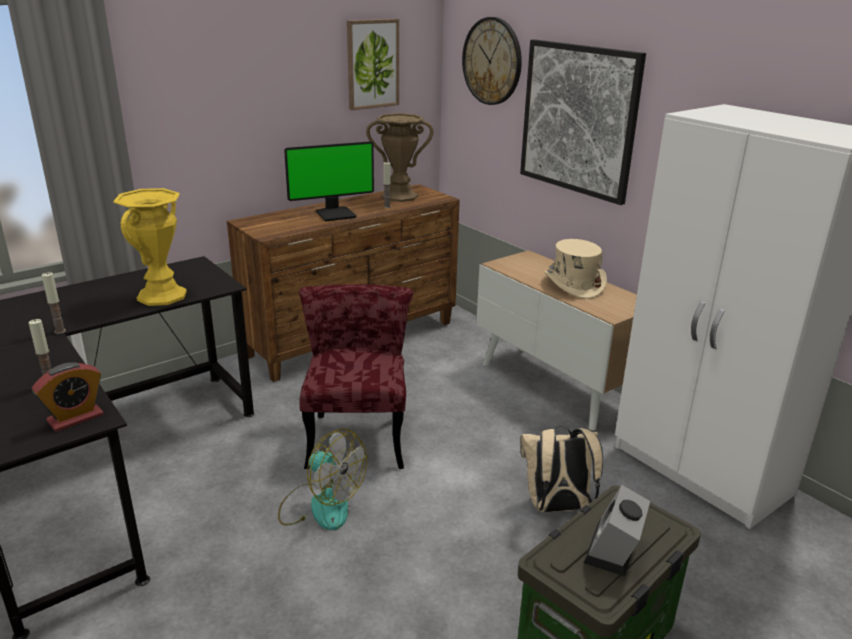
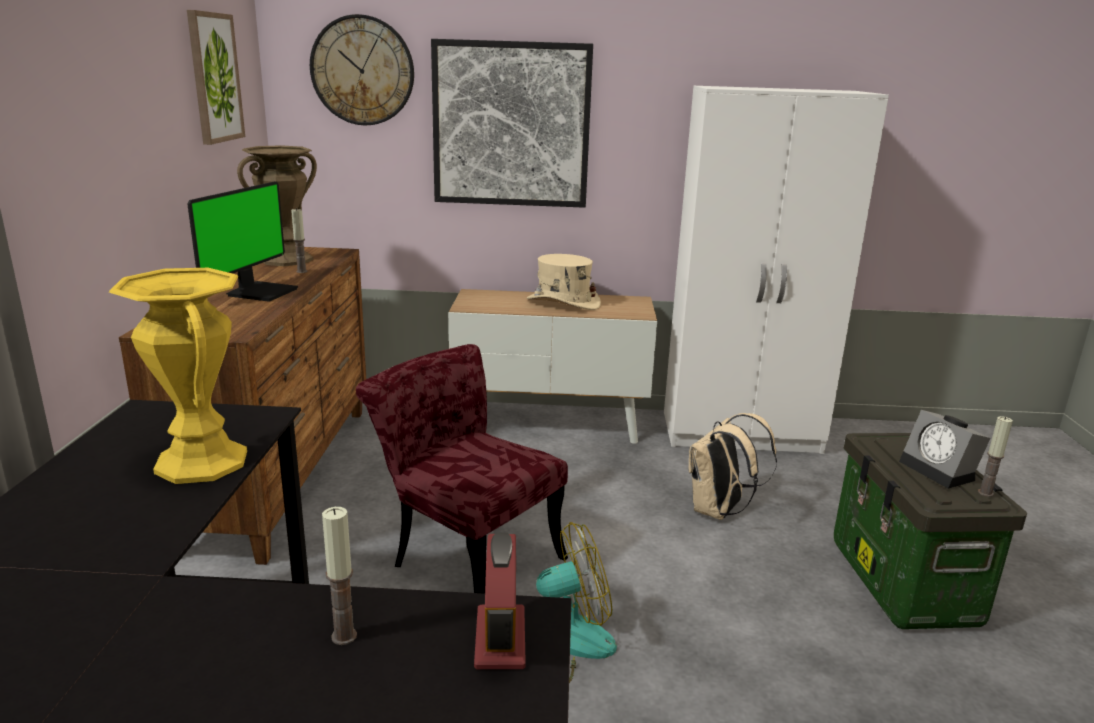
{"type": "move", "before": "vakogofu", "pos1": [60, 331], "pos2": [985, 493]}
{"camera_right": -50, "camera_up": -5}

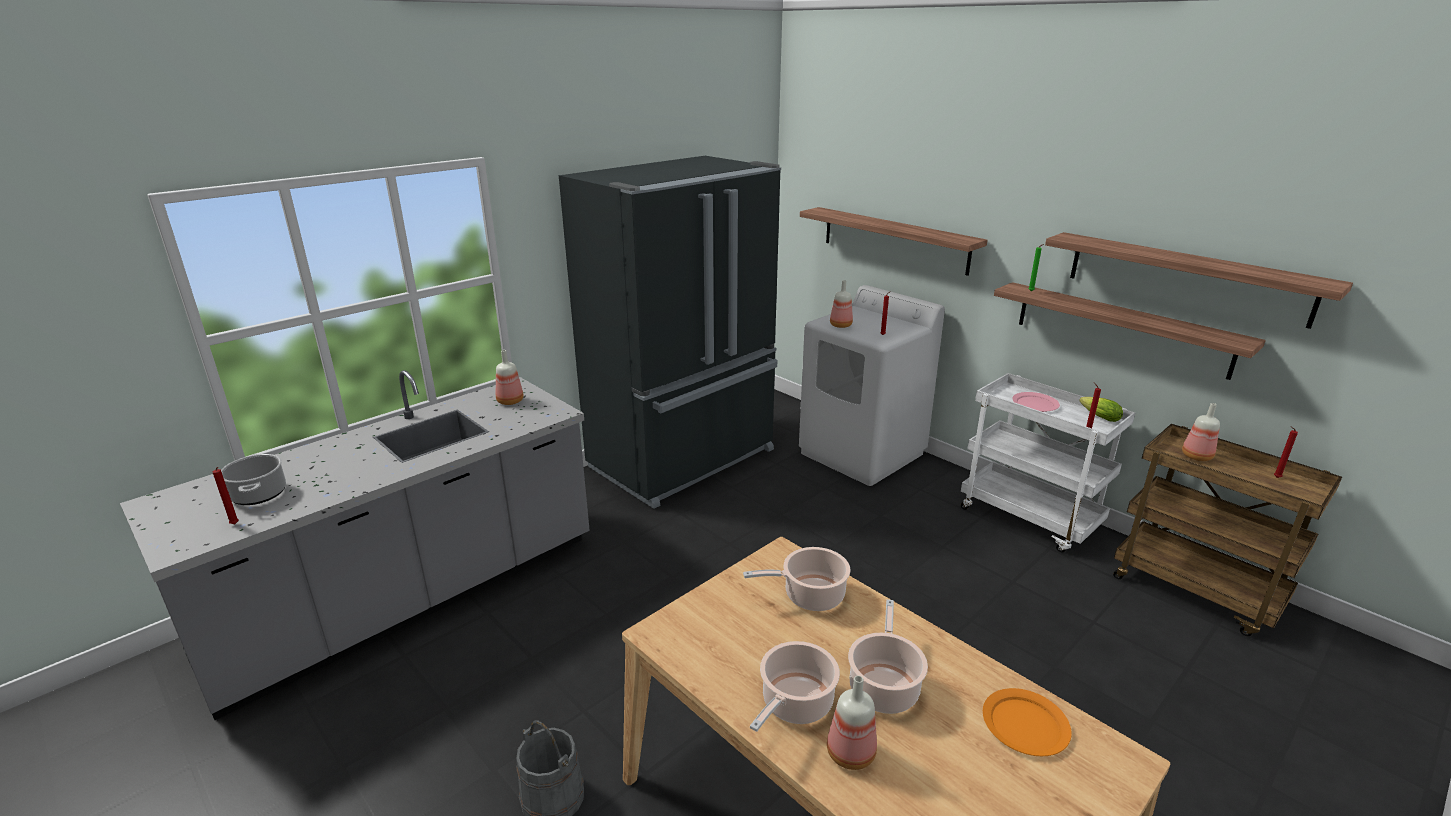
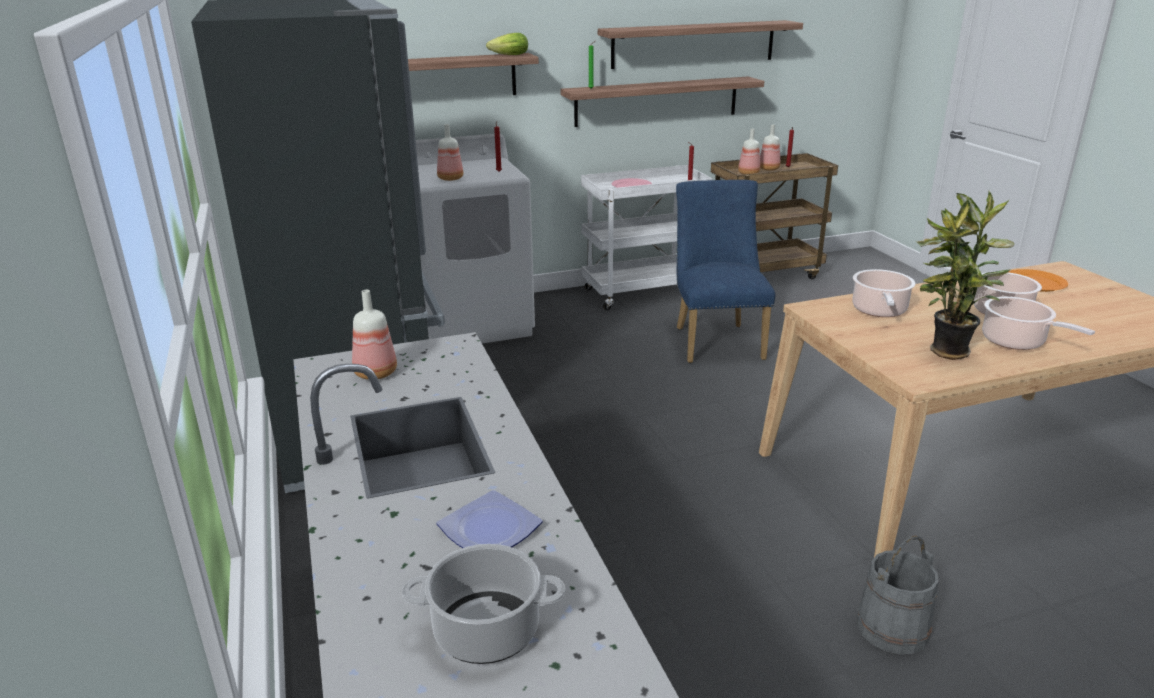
{"type": "insert", "after": "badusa", "pos2": [492, 530]}
{"type": "move", "before": "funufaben", "pos1": [1097, 416], "pos2": [507, 55]}
{"type": "insert", "after": "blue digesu", "pos2": [716, 340]}
{"type": "move", "before": "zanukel", "pos1": [851, 755], "pos2": [769, 169]}
{"type": "insert", "after": "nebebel", "pos2": [946, 353]}
{"type": "delete", "before": "red vakogofu", "pos1": [235, 525]}
{"camera_right": -65, "camera_up": 0}

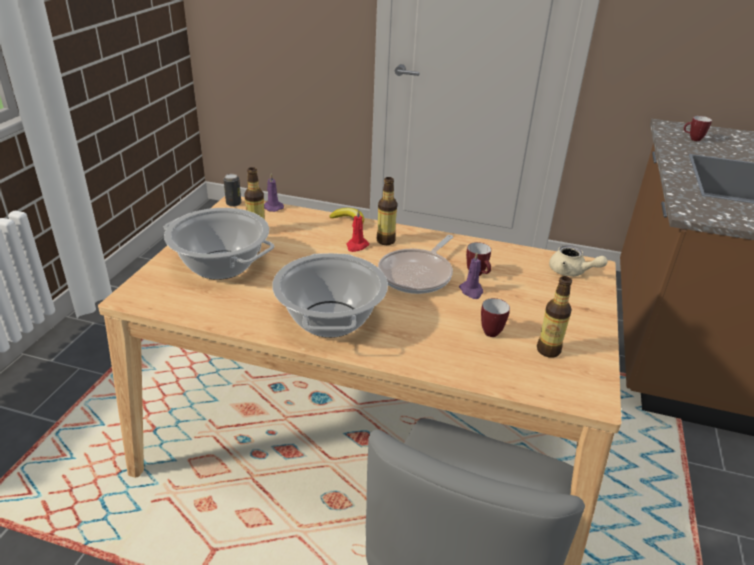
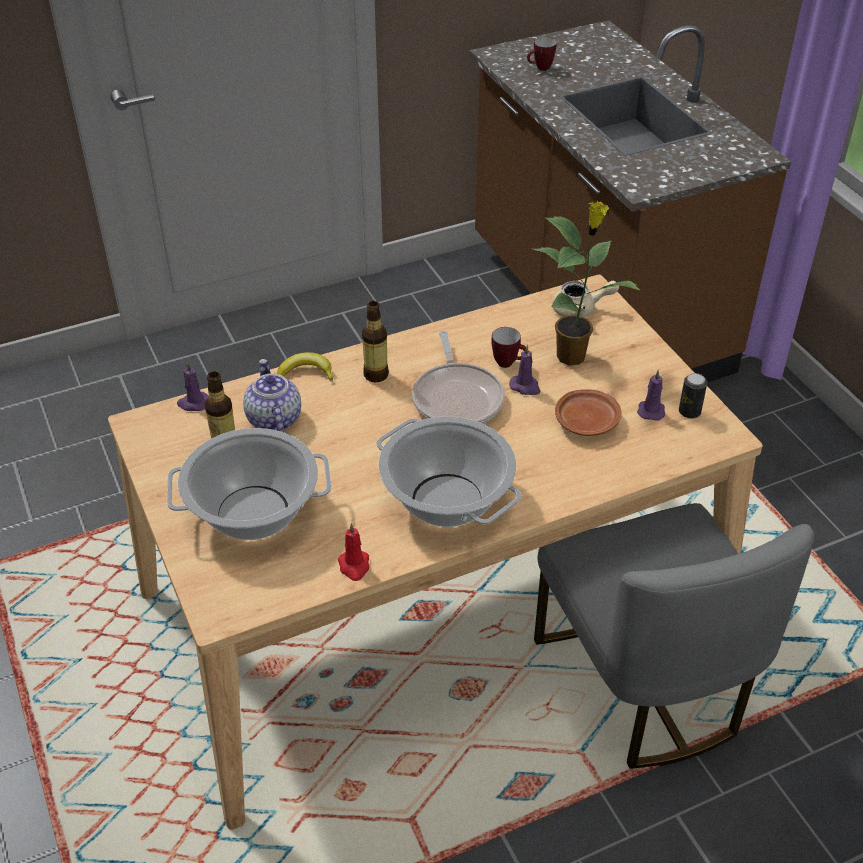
{"type": "insert", "after": "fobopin", "pos2": [273, 419]}
{"type": "move", "before": "red vakogofu", "pos1": [356, 246], "pos2": [354, 566]}
{"type": "insert", "after": "nebebel", "pos2": [573, 356]}
{"type": "replace", "before": "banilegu", "after": "brown badusa", "pos1": [488, 330], "pos2": [587, 421]}
{"type": "replace", "before": "zanukel", "after": "purple vakogofu", "pos1": [548, 350], "pos2": [651, 410]}
{"type": "move", "before": "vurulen", "pos1": [233, 203], "pos2": [689, 412]}
{"camera_right": -40, "camera_up": 10}

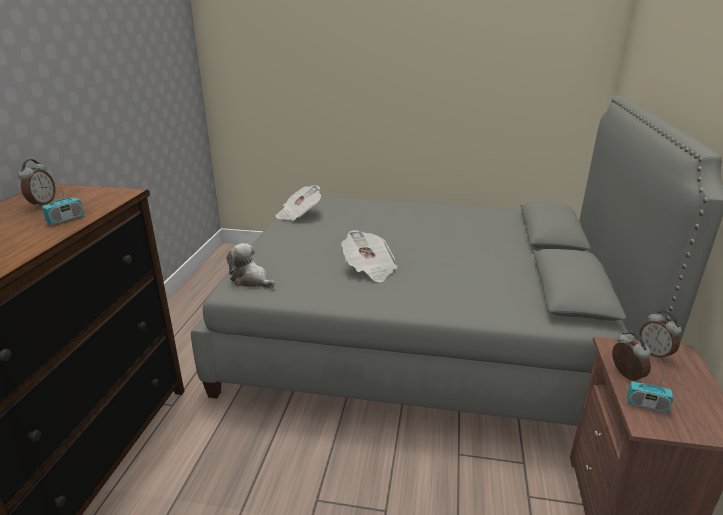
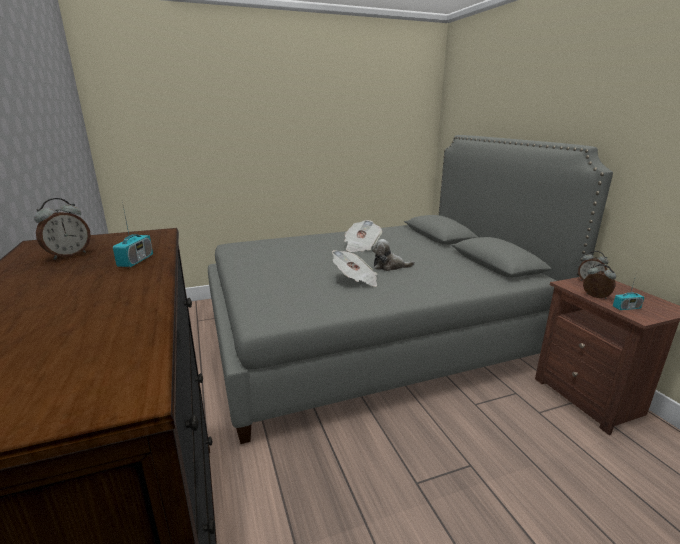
{"type": "rotate", "before": "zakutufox", "pos1": [42, 203], "pos2": [68, 255], "turn": 60}
{"type": "move", "before": "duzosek", "pos1": [299, 215], "pos2": [361, 246]}
{"type": "move", "before": "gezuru", "pos1": [251, 280], "pos2": [389, 266]}
{"camera_right": -30, "camera_up": -5}

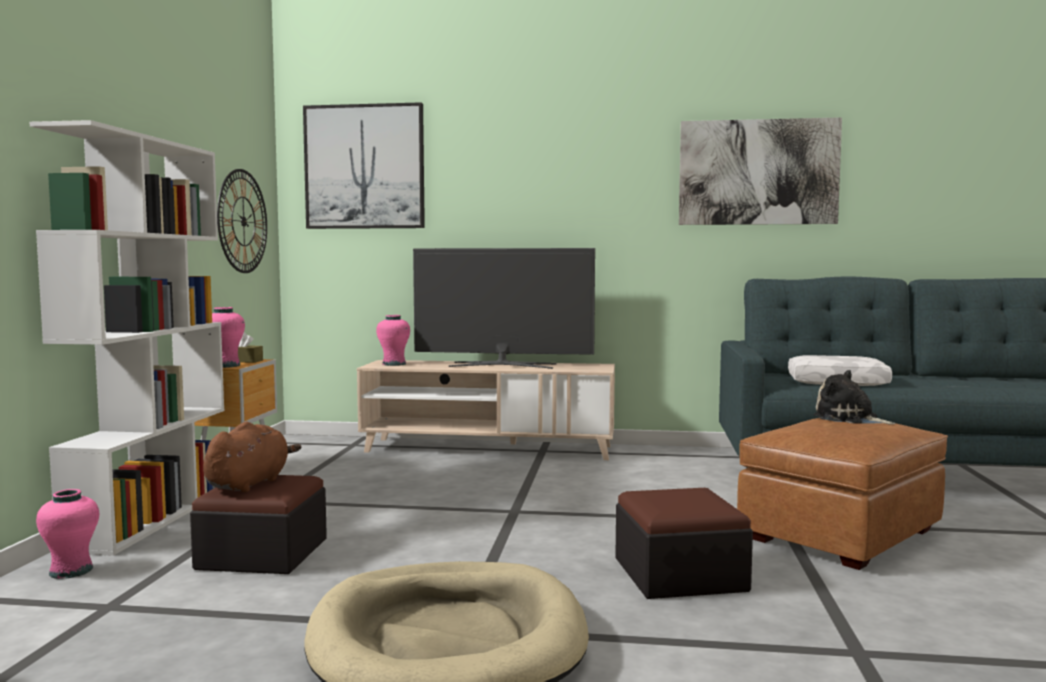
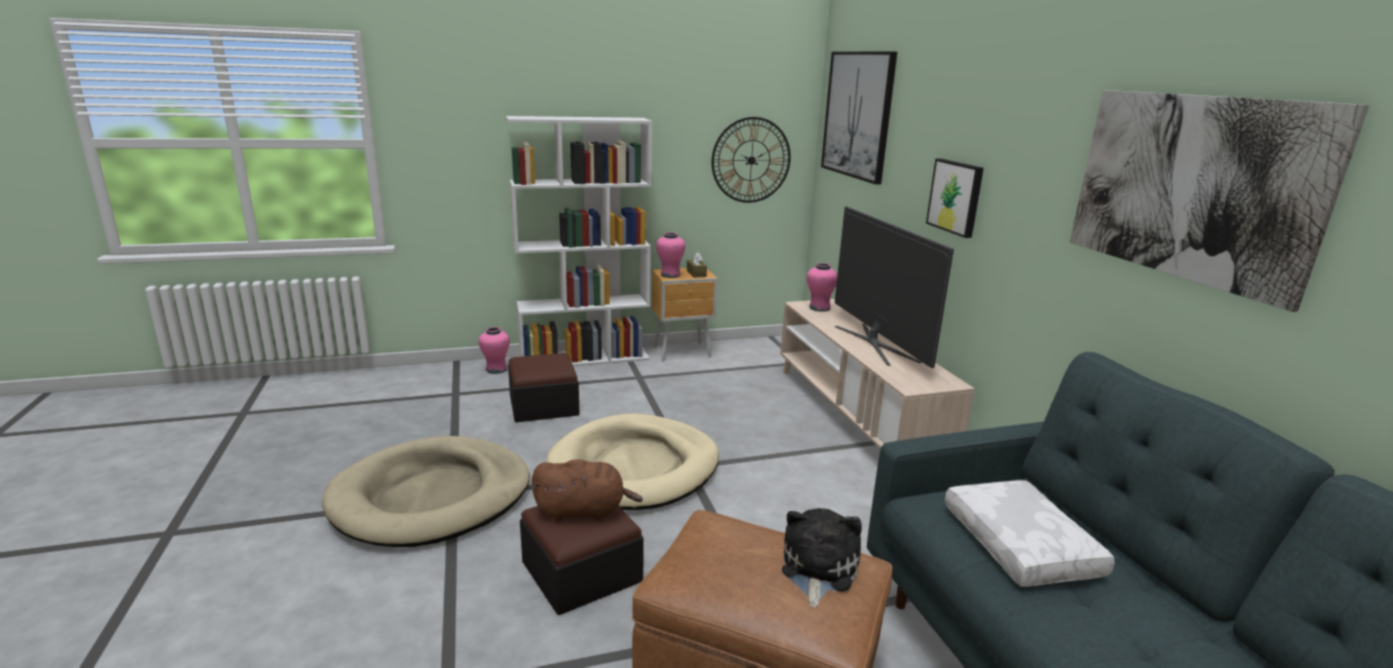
{"type": "move", "before": "brown gezuru", "pos1": [249, 483], "pos2": [584, 511]}
{"type": "insert", "after": "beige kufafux", "pos2": [634, 468]}
{"type": "insert", "after": "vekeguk", "pos2": [956, 197]}
{"camera_right": 65, "camera_up": 15}

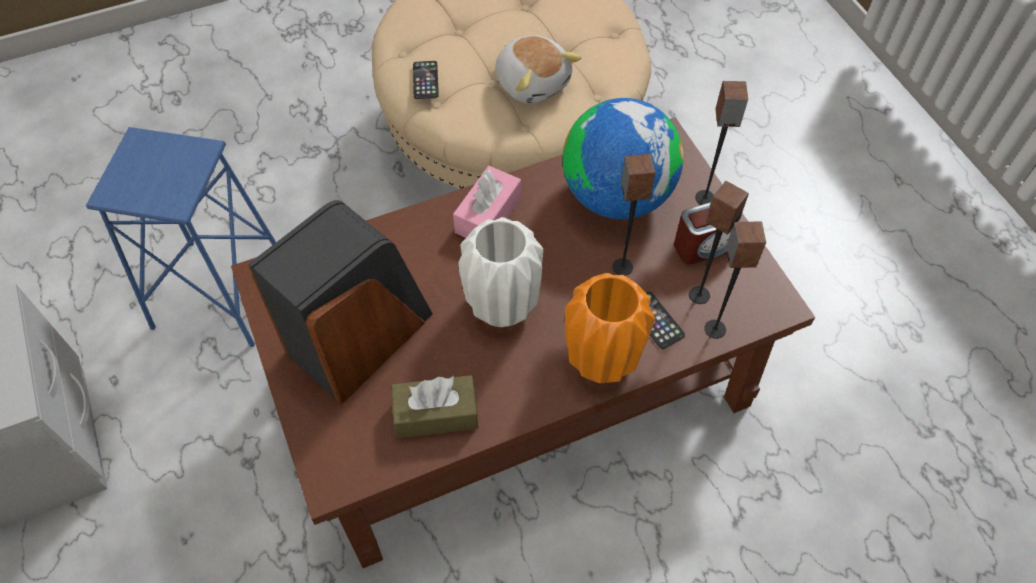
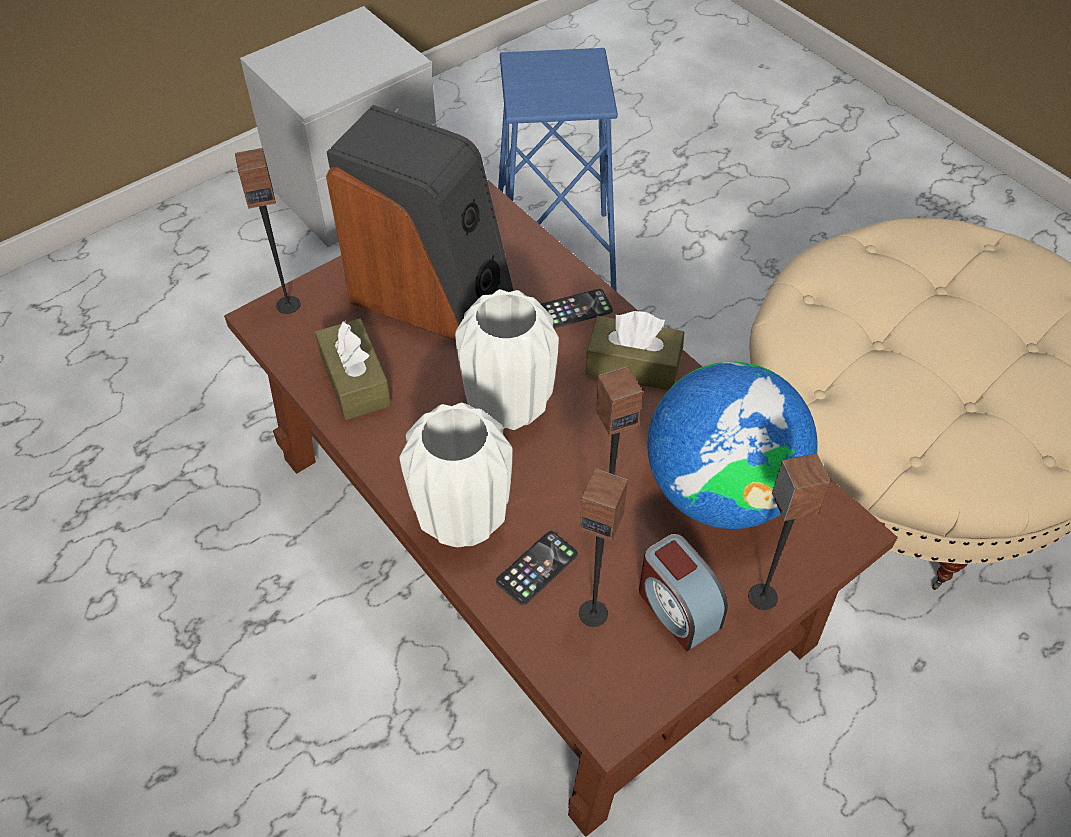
{"type": "move", "before": "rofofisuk", "pos1": [714, 329], "pos2": [288, 304]}
{"type": "recolor", "before": "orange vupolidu", "after": "white vupolidu", "pos1": [602, 359], "pos2": [463, 521]}
{"type": "move", "before": "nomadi", "pos1": [425, 80], "pos2": [575, 309]}
{"type": "recolor", "before": "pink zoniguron", "after": "brown zoniguron", "pos1": [488, 215], "pos2": [633, 365]}
{"type": "delete", "before": "gezuru", "pos1": [533, 82]}
{"camera_right": 75, "camera_up": -5}

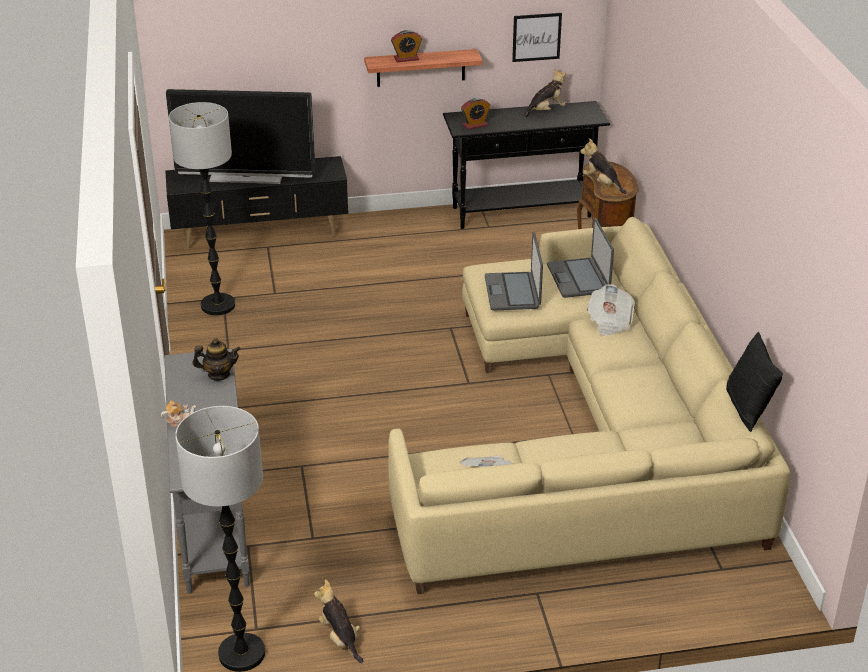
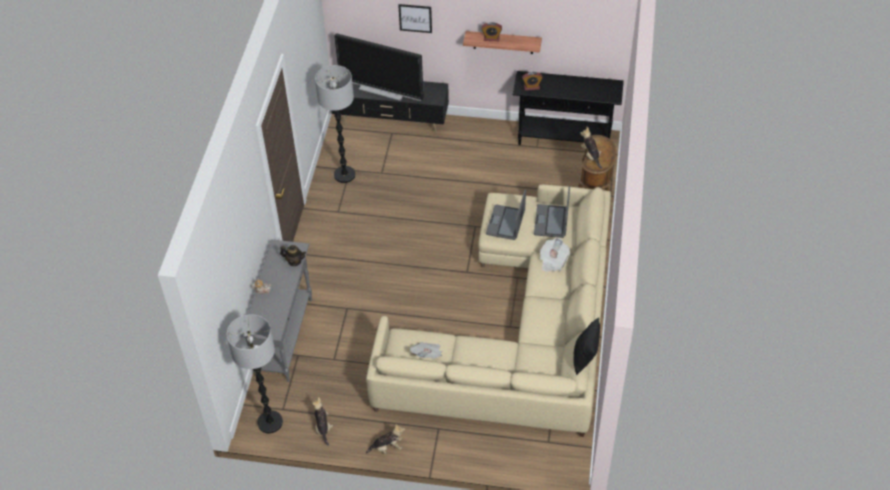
{"type": "move", "before": "gezuru", "pos1": [546, 111], "pos2": [387, 447]}
{"type": "move", "before": "vekeguk", "pos1": [536, 37], "pos2": [415, 18]}
{"camera_right": 20, "camera_up": 15}

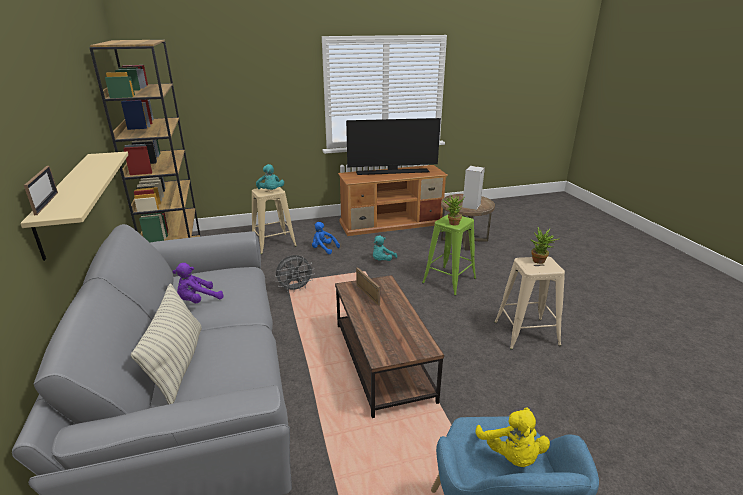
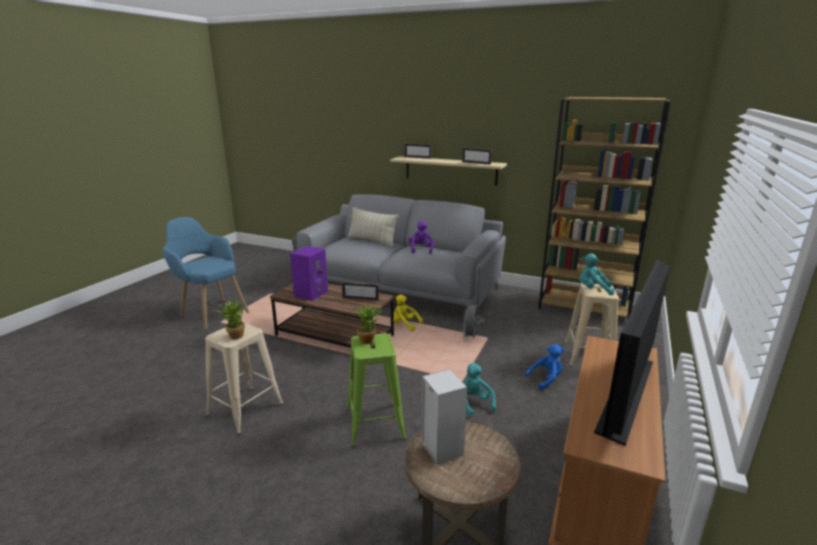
{"type": "insert", "after": "purple rofofisuk", "pos2": [311, 293]}
{"type": "move", "before": "yellow gezuru", "pos1": [511, 455], "pos2": [405, 325]}
{"type": "insert", "after": "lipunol", "pos2": [476, 163]}
{"camera_right": 130, "camera_up": -5}

